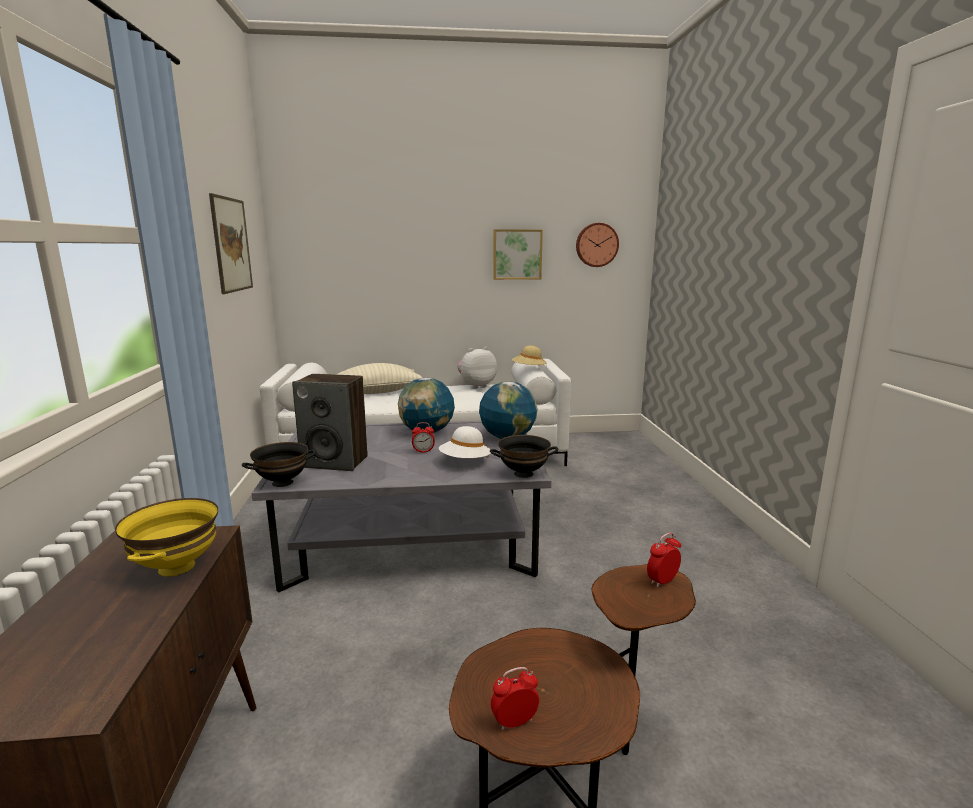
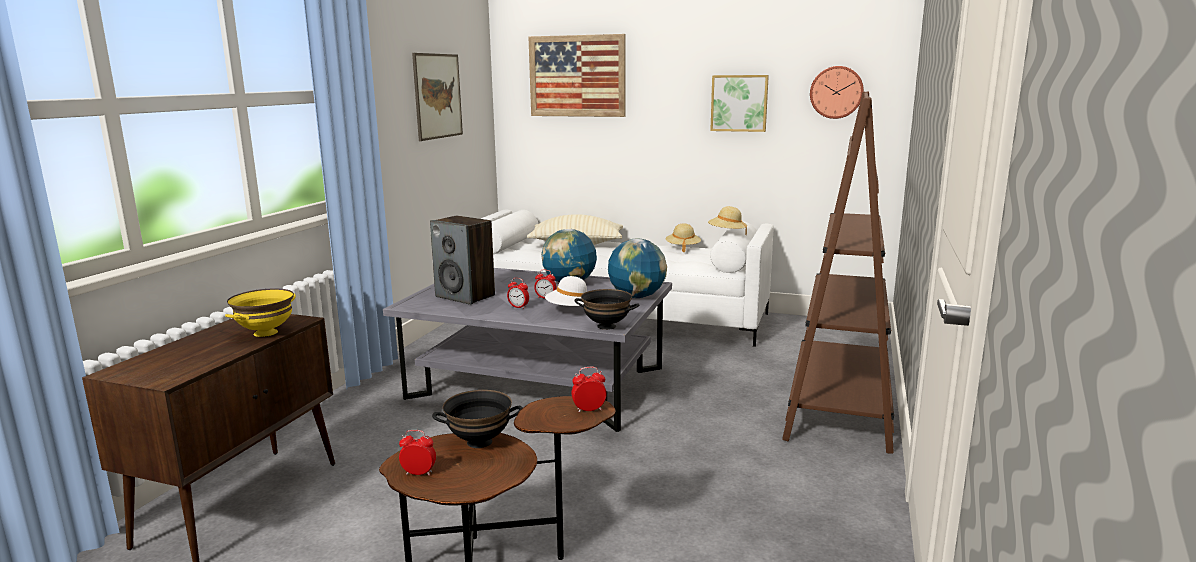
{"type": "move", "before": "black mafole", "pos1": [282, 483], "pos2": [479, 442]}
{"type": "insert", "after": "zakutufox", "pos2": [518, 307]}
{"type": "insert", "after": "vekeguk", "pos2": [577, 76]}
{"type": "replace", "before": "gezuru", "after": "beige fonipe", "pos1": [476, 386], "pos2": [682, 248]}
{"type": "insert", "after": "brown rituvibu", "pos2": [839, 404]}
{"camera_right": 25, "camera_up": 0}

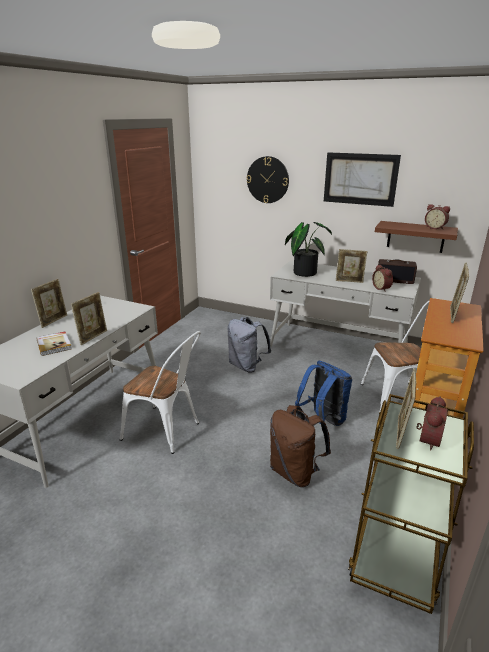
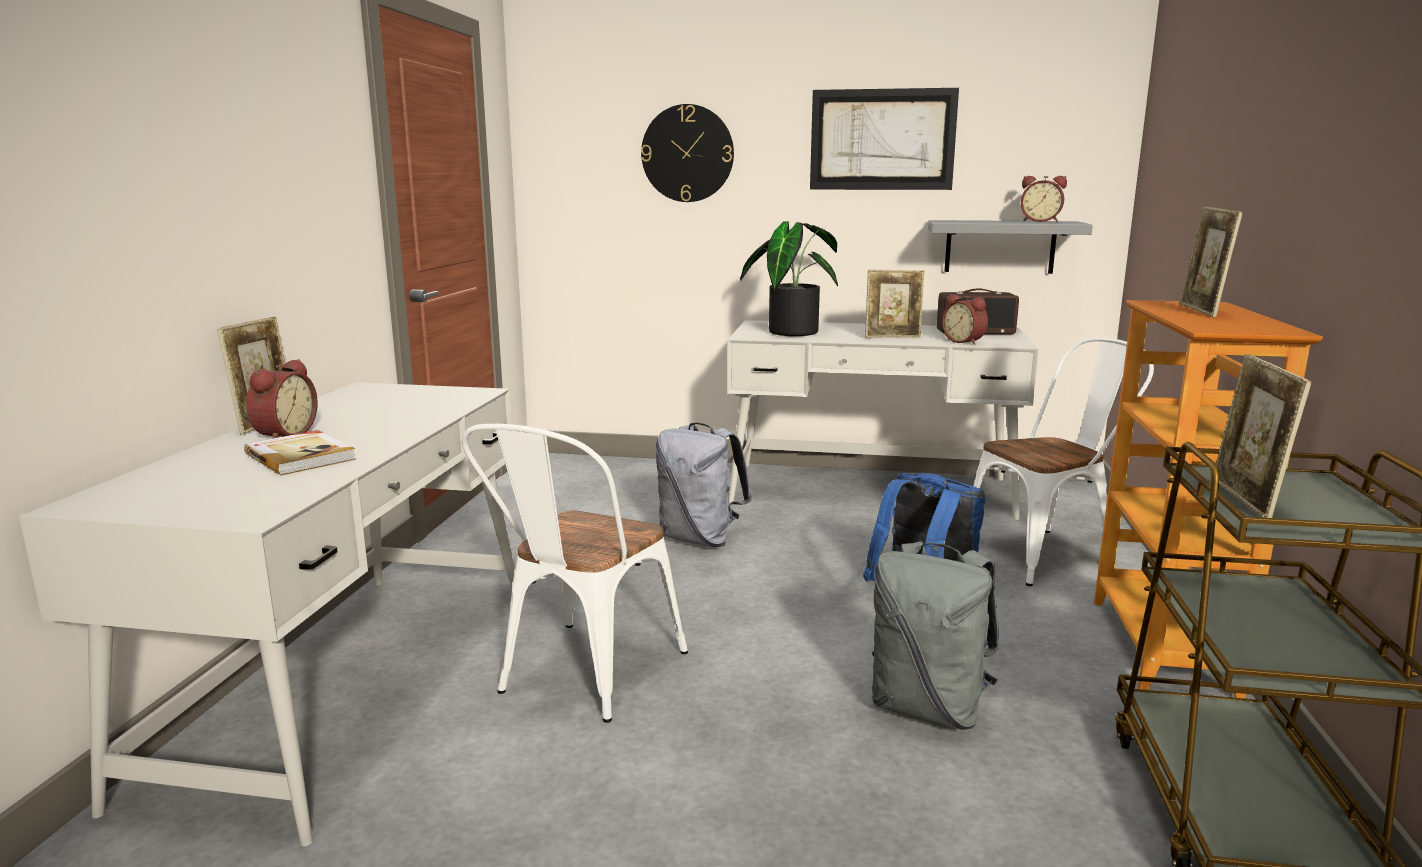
{"type": "move", "before": "zakutufox", "pos1": [427, 439], "pos2": [283, 435]}
{"type": "rotate", "before": "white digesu", "pos1": [167, 431], "pos2": [582, 677], "turn": 105}
{"type": "recolor", "before": "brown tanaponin", "after": "grey tanaponin", "pos1": [295, 472], "pos2": [928, 708]}
{"type": "recolor", "before": "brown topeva", "after": "grey topeva", "pos1": [415, 236], "pos2": [1000, 246]}
{"type": "delete", "before": "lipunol", "pos1": [93, 337]}
{"camera_right": -15, "camera_up": -10}

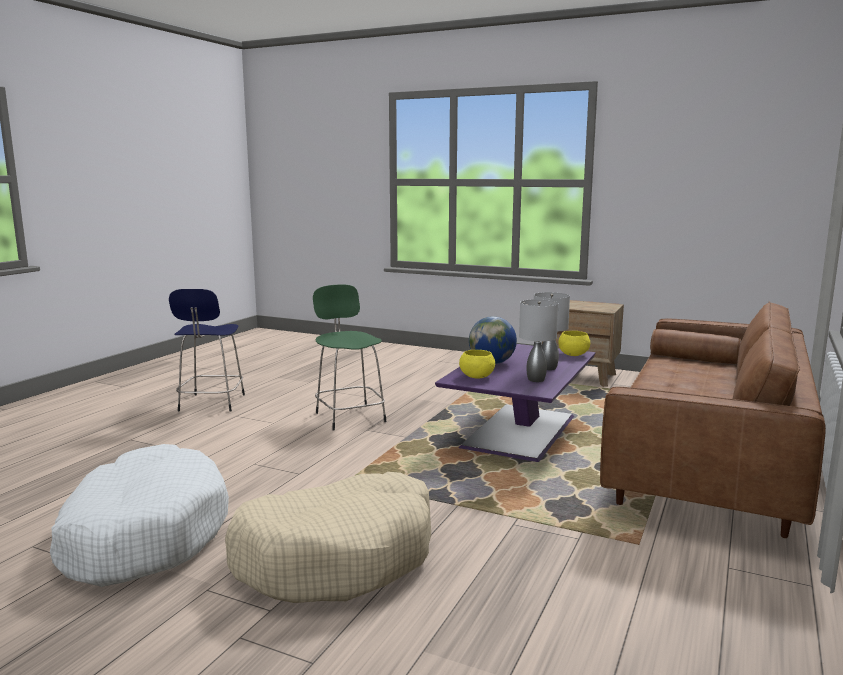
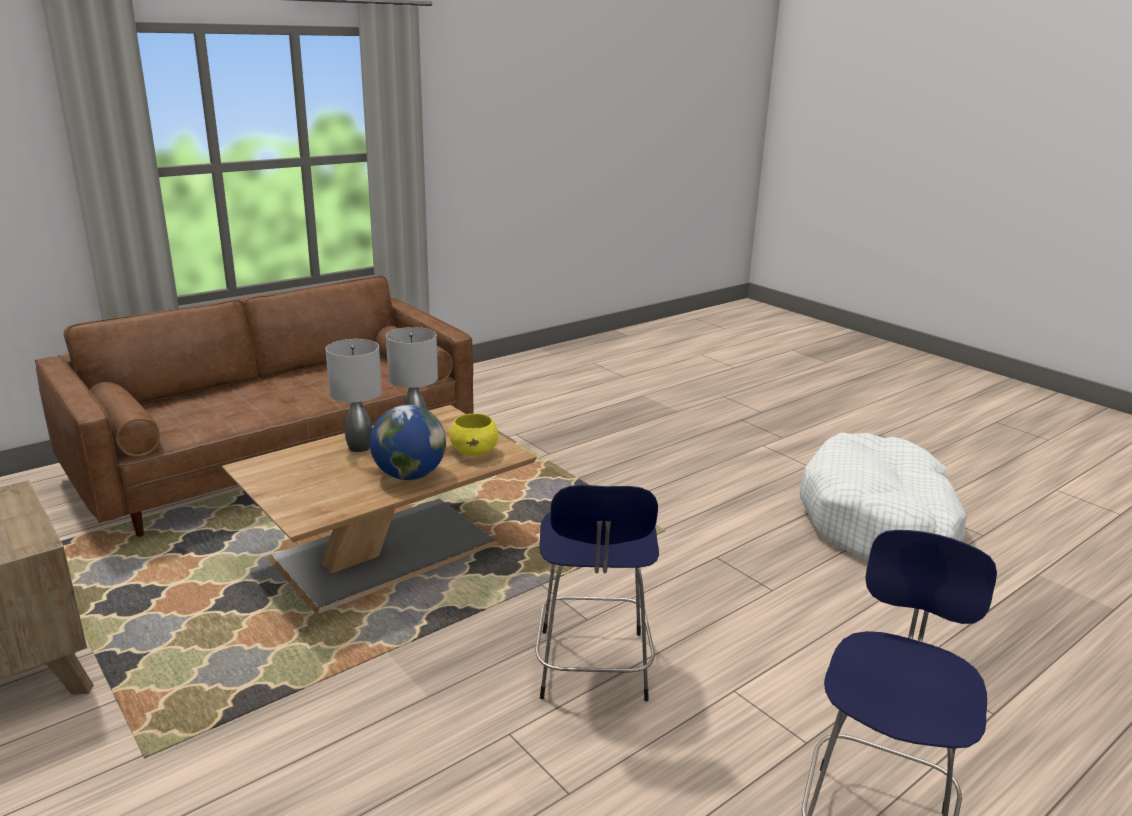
{"type": "recolor", "before": "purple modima", "after": "brown modima", "pos1": [519, 432], "pos2": [389, 549]}
{"type": "recolor", "before": "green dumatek", "after": "blue dumatek", "pos1": [349, 416], "pos2": [592, 668]}
{"type": "delete", "before": "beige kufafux", "pos1": [337, 557]}
{"type": "delete", "before": "yellow mafole", "pos1": [573, 355]}
{"camera_right": -155, "camera_up": 10}

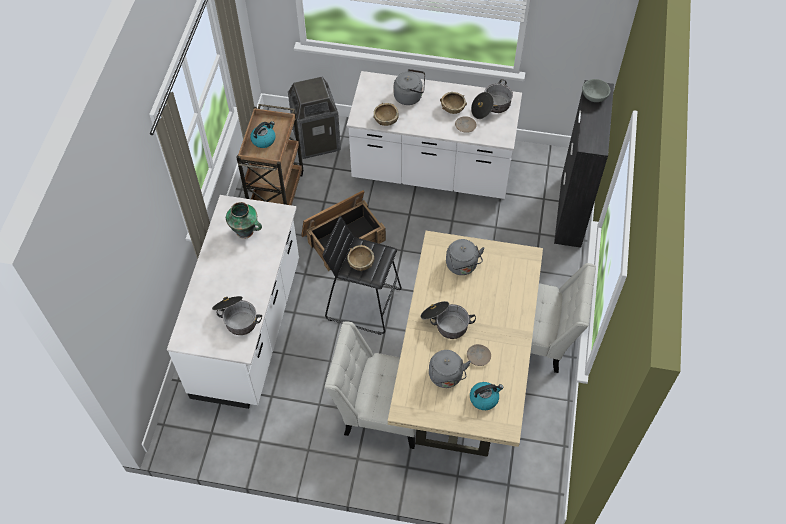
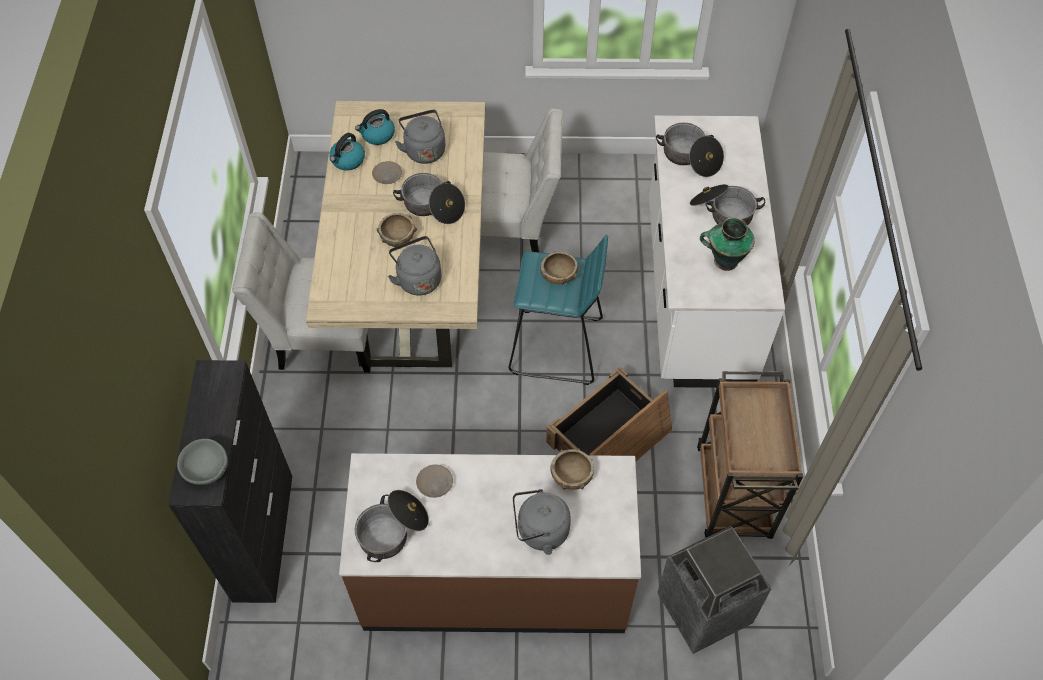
{"type": "move", "before": "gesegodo", "pos1": [264, 139], "pos2": [347, 160]}
{"type": "recolor", "before": "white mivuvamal", "after": "brown mivuvamal", "pos1": [432, 171], "pos2": [495, 577]}
{"type": "move", "before": "brown mafole", "pos1": [452, 108], "pos2": [398, 237]}
{"type": "recolor", "before": "black dumatek", "after": "turquoise dumatek", "pos1": [363, 303], "pos2": [557, 347]}
{"type": "insert", "after": "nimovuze", "pos2": [722, 212]}
{"camera_right": 170, "camera_up": 0}

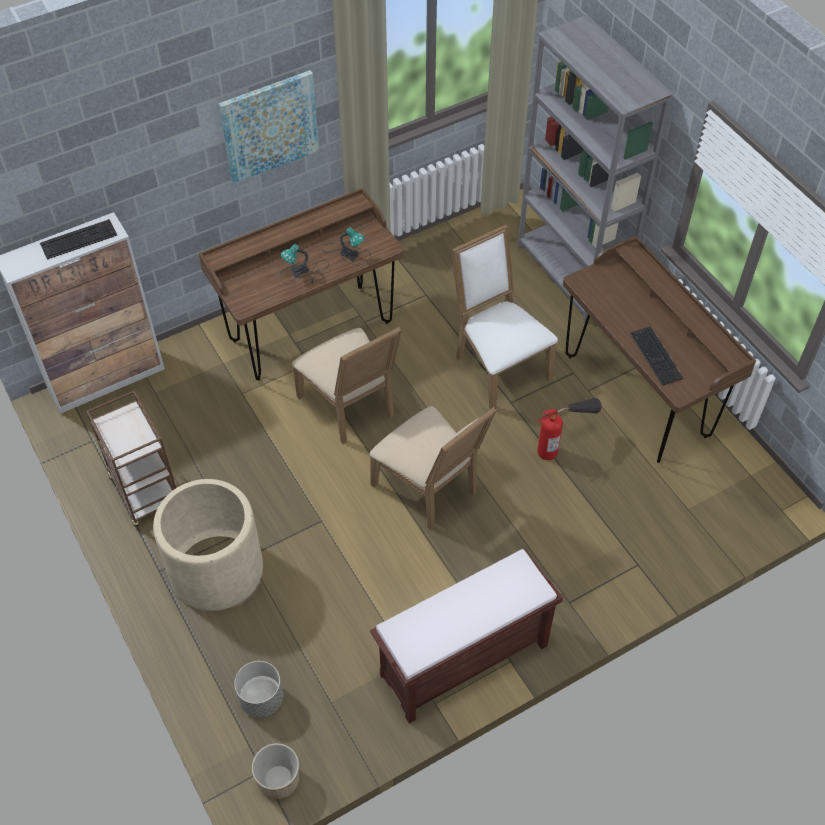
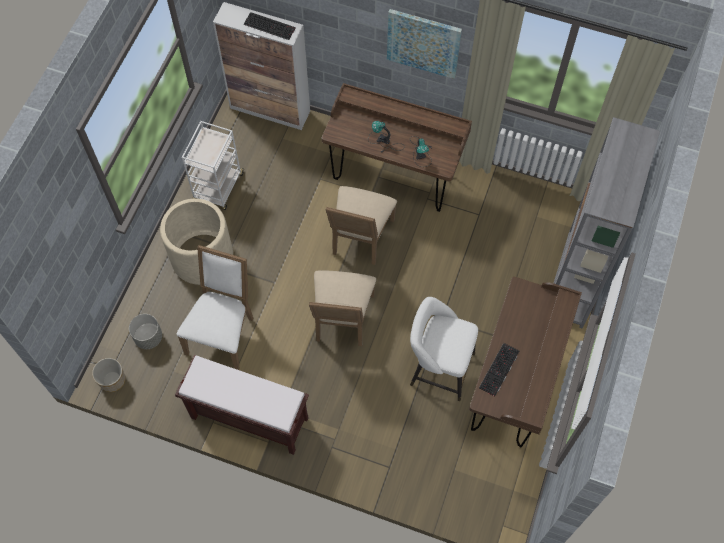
{"type": "move", "before": "white digesu", "pos1": [497, 366], "pos2": [223, 333]}
{"type": "recolor", "before": "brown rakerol", "after": "white rakerol", "pos1": [147, 493], "pos2": [218, 188]}
{"type": "replace", "before": "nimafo", "after": "white dumatek", "pos1": [563, 444], "pos2": [438, 368]}
{"camera_right": 50, "camera_up": 10}

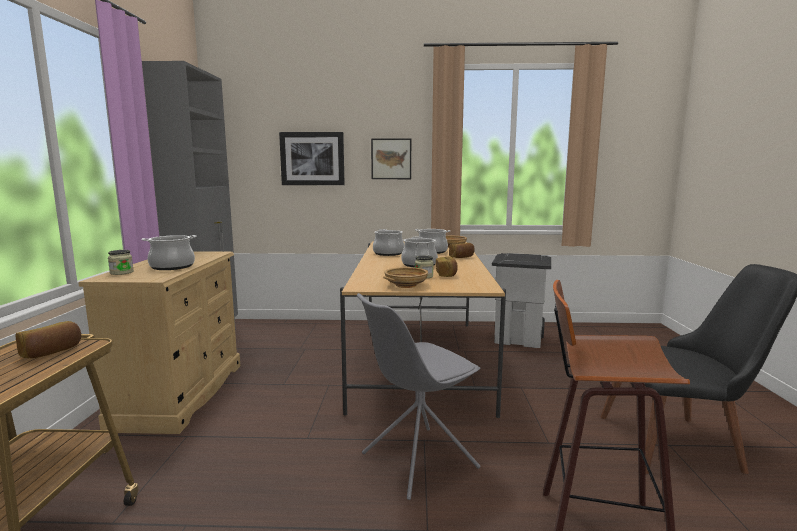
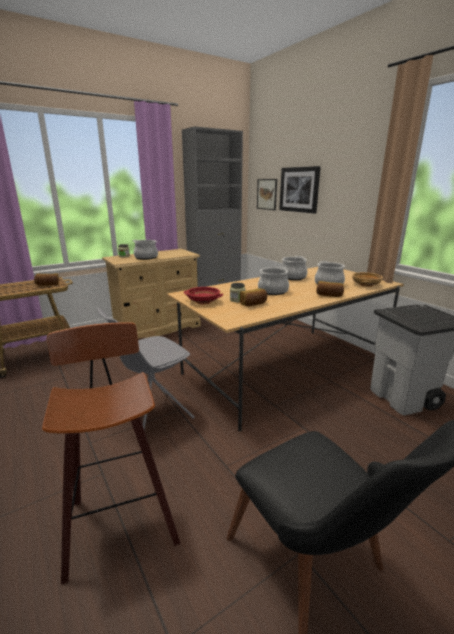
{"type": "rotate", "before": "grey digesu", "pos1": [417, 461], "pos2": [153, 416], "turn": -60}
{"type": "recolor", "before": "beige mafole", "after": "red mafole", "pos1": [406, 285], "pos2": [203, 301]}
{"type": "move", "before": "vekeguk", "pos1": [391, 159], "pos2": [267, 194]}
{"camera_right": 55, "camera_up": 10}

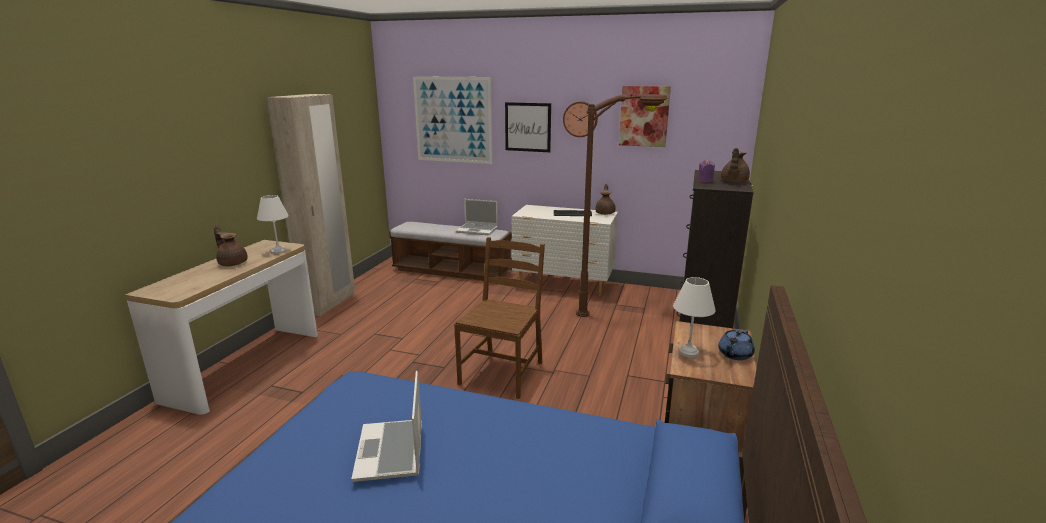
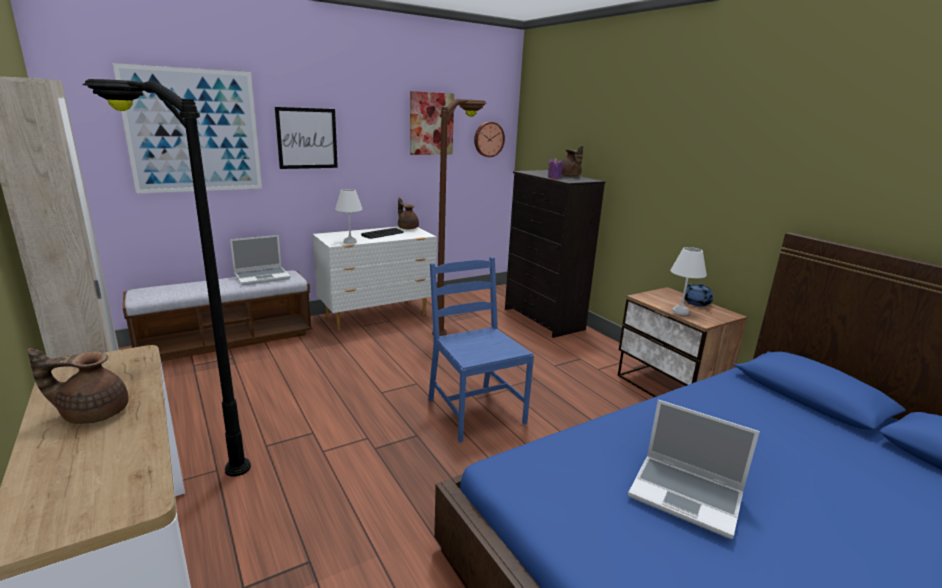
{"type": "insert", "after": "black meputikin", "pos2": [194, 442]}
{"type": "move", "before": "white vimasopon", "pos1": [279, 251], "pos2": [350, 241]}
{"type": "recolor", "before": "brown digesu", "after": "blue digesu", "pos1": [502, 373], "pos2": [474, 411]}
{"type": "move", "before": "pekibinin", "pos1": [580, 119], "pos2": [488, 139]}
{"camera_right": -50, "camera_up": 0}

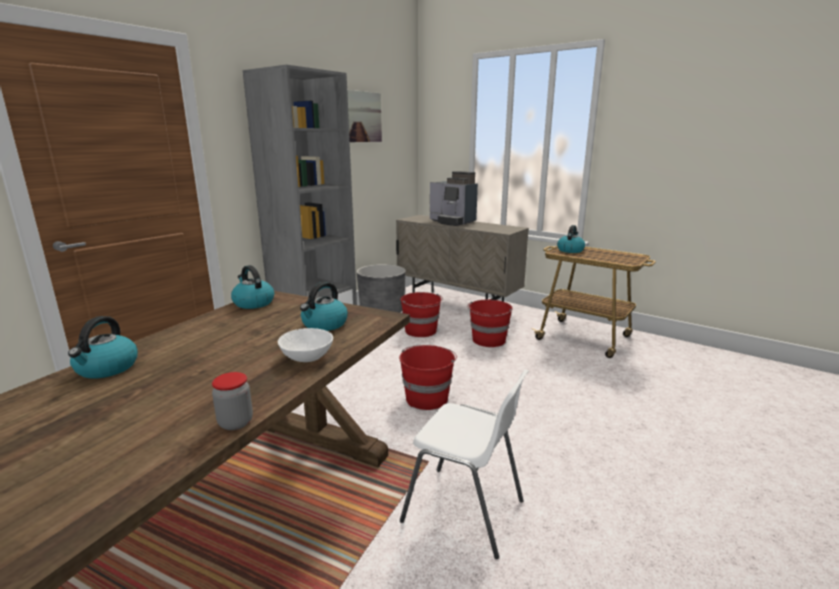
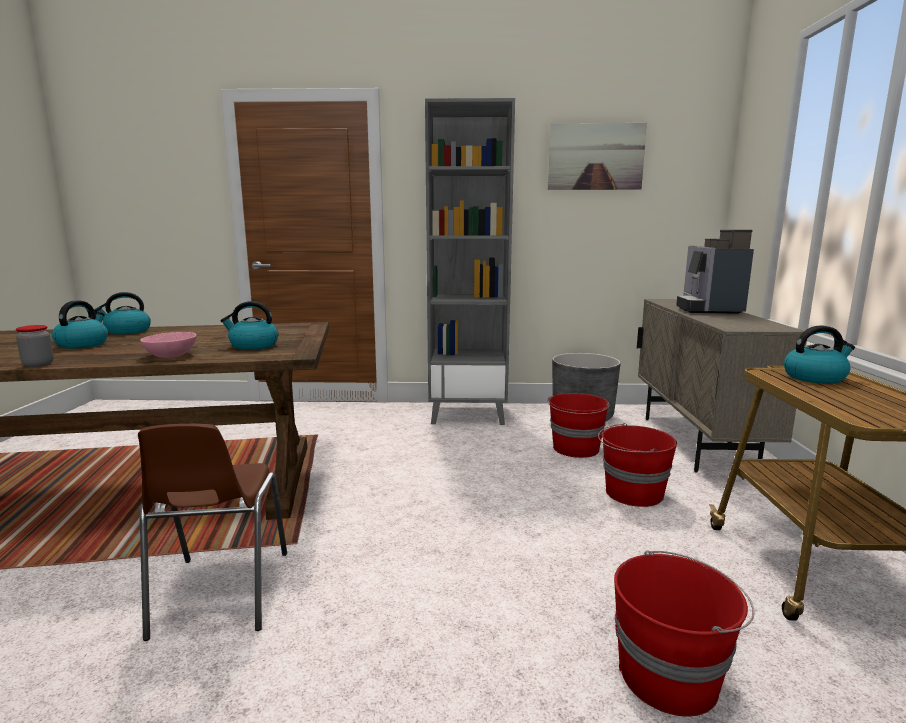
{"type": "move", "before": "gesegodo", "pos1": [253, 303], "pos2": [83, 344]}
{"type": "recolor", "before": "white digesu", "after": "brown digesu", "pos1": [464, 511], "pos2": [220, 594]}
{"type": "recolor", "before": "white mafole", "after": "pink mafole", "pos1": [307, 356], "pos2": [172, 355]}
{"type": "move", "before": "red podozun", "pos1": [427, 398], "pos2": [670, 676]}
{"camera_right": 55, "camera_up": -5}

